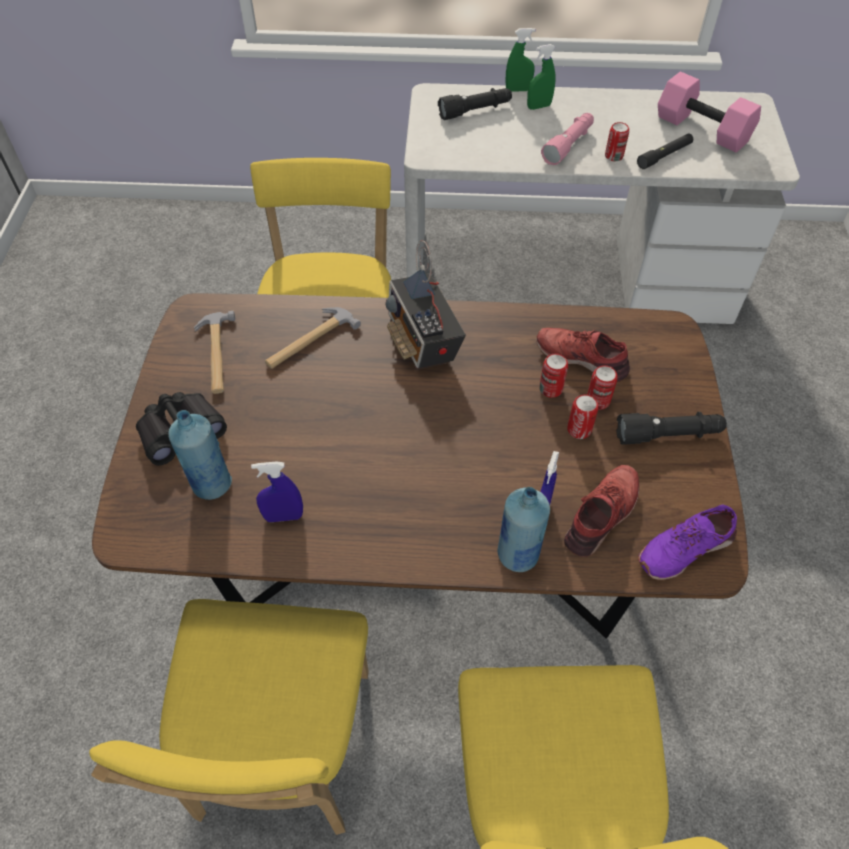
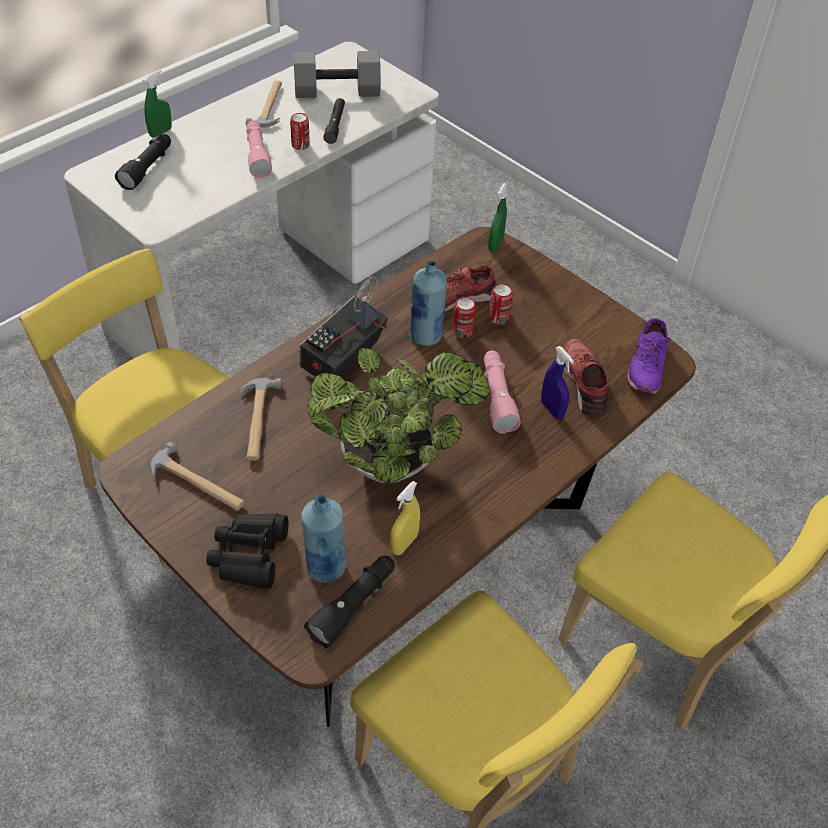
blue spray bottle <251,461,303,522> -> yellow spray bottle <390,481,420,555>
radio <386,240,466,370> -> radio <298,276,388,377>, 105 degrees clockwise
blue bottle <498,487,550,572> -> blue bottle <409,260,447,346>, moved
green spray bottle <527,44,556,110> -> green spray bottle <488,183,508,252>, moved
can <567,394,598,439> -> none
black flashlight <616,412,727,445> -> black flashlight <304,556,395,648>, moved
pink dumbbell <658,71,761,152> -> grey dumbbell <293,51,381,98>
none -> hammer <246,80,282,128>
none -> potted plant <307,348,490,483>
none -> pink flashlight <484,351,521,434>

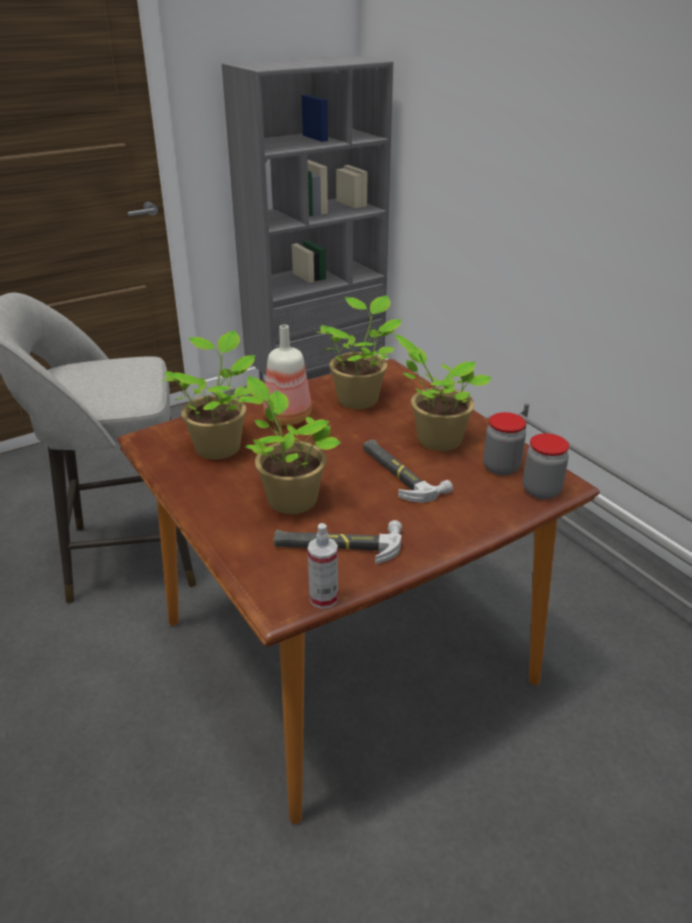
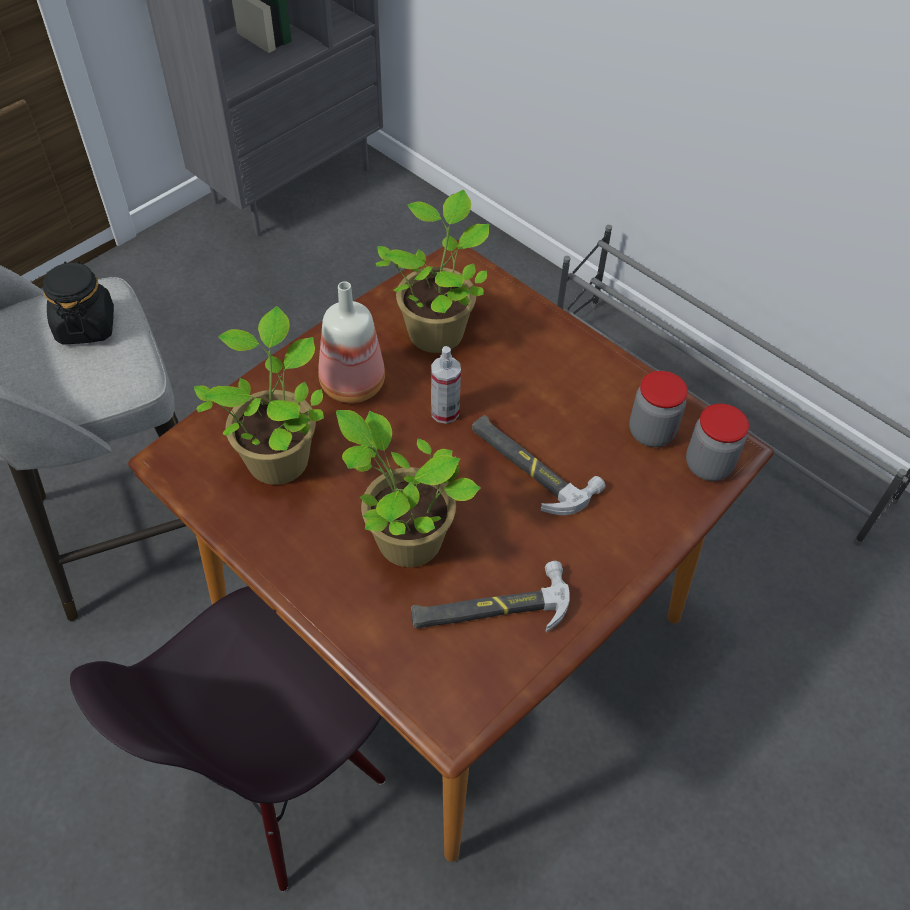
spray bottle <308,523,338,609> -> spray bottle <431,346,461,424>, moved
potted plant <395,334,492,451> -> none
none -> black jar <43,261,114,345>
none -> black chair <70,586,385,891>

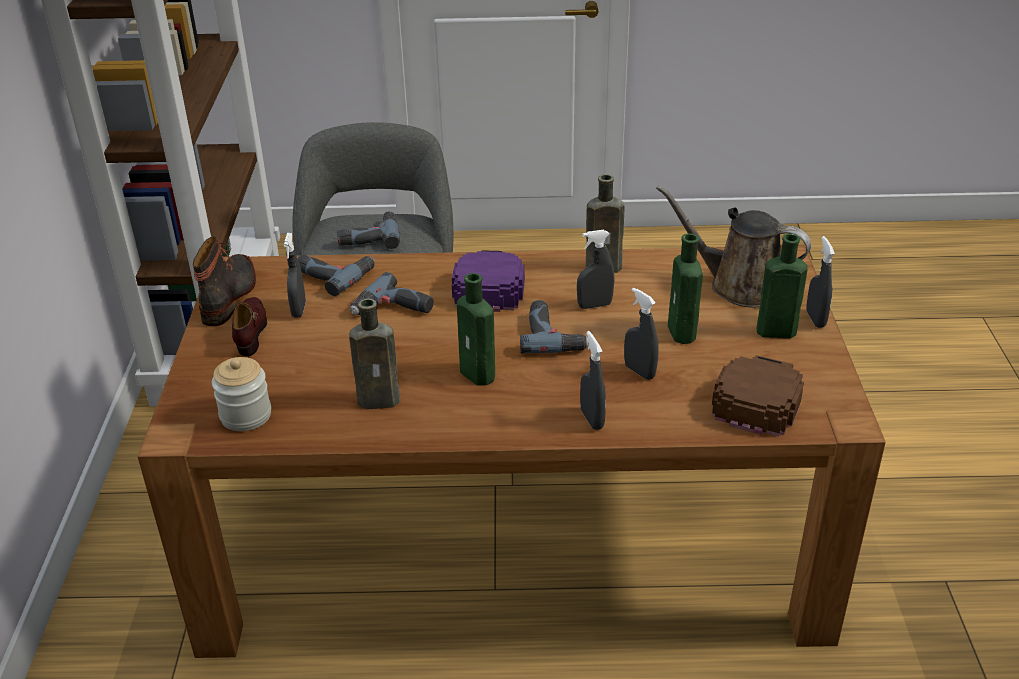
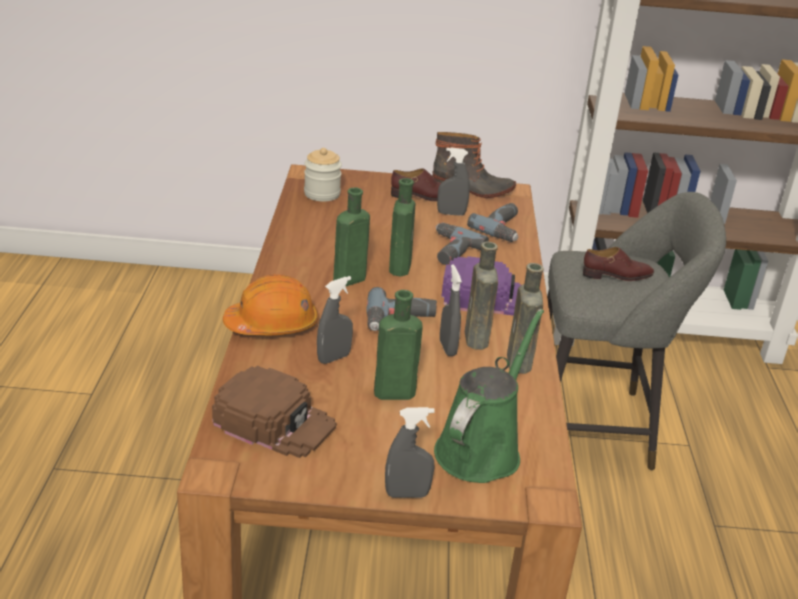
power drill <337,211,400,249> -> brown shoe <583,247,654,281>
brown bottle <349,298,400,409> -> brown bottle <465,242,498,350>, moved
grey spray bottle <580,331,606,430> -> orange hard hat <223,274,318,335>
brown watering can <656,185,811,308> -> green watering can <434,309,544,483>
green bottle <757,233,807,338> -> green bottle <389,178,415,276>, moved

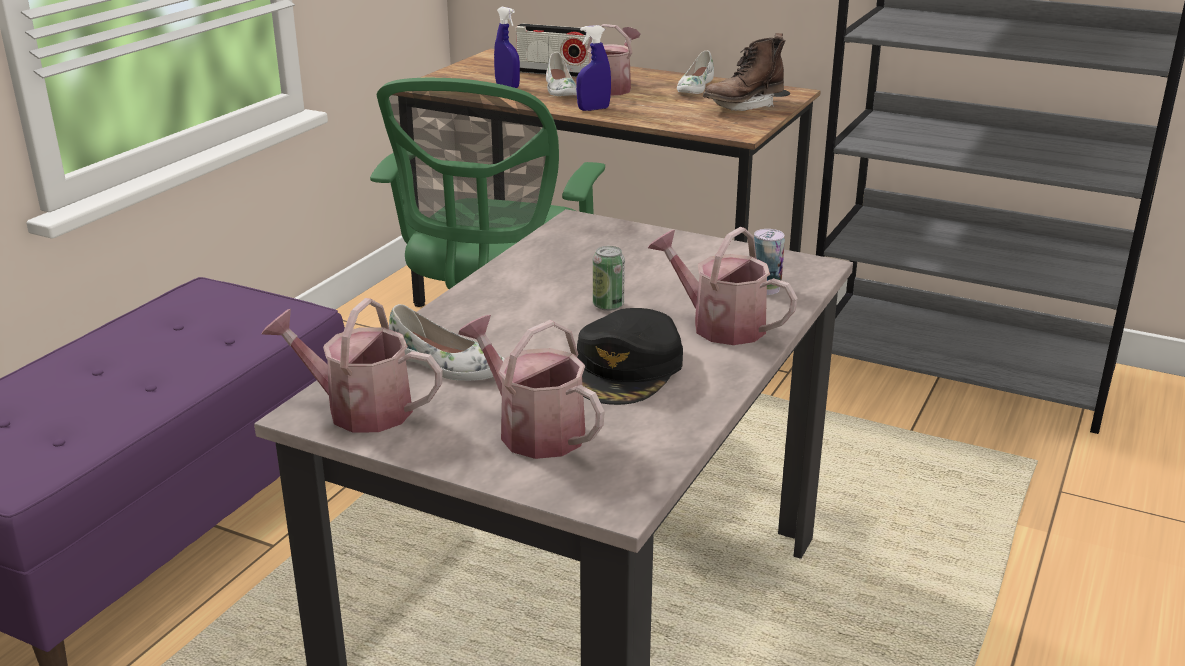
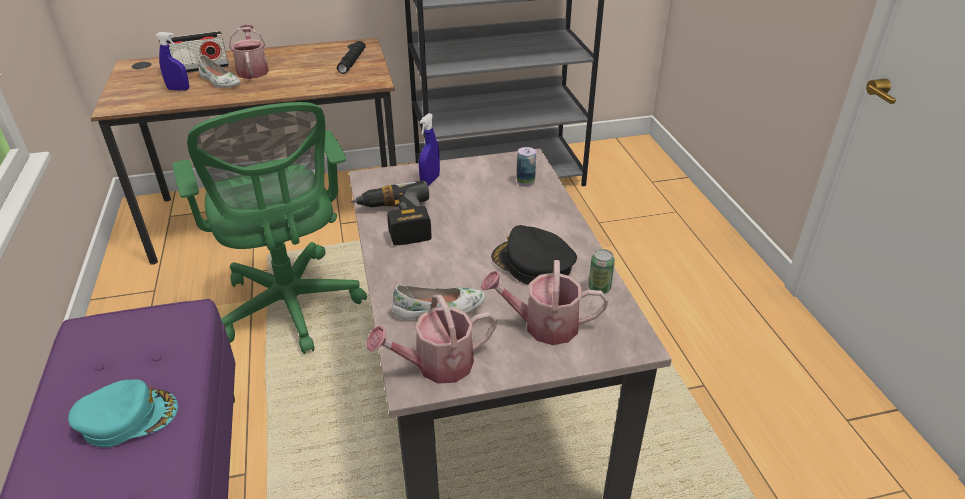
blue spray bottle <576,25,611,111> -> blue spray bottle <419,113,440,186>, moved
black cap <577,308,683,405> -> black cap <491,225,577,285>, 150 degrees clockwise
can <593,246,625,311> -> can <588,249,615,294>, moved
watering can <648,227,798,345> -> none
white shoe <677,51,714,94> -> none
brown boot <703,33,786,111> -> black flashlight <337,41,366,74>
none -> turquoise cap <68,379,178,447>
none -> power drill <351,181,432,245>

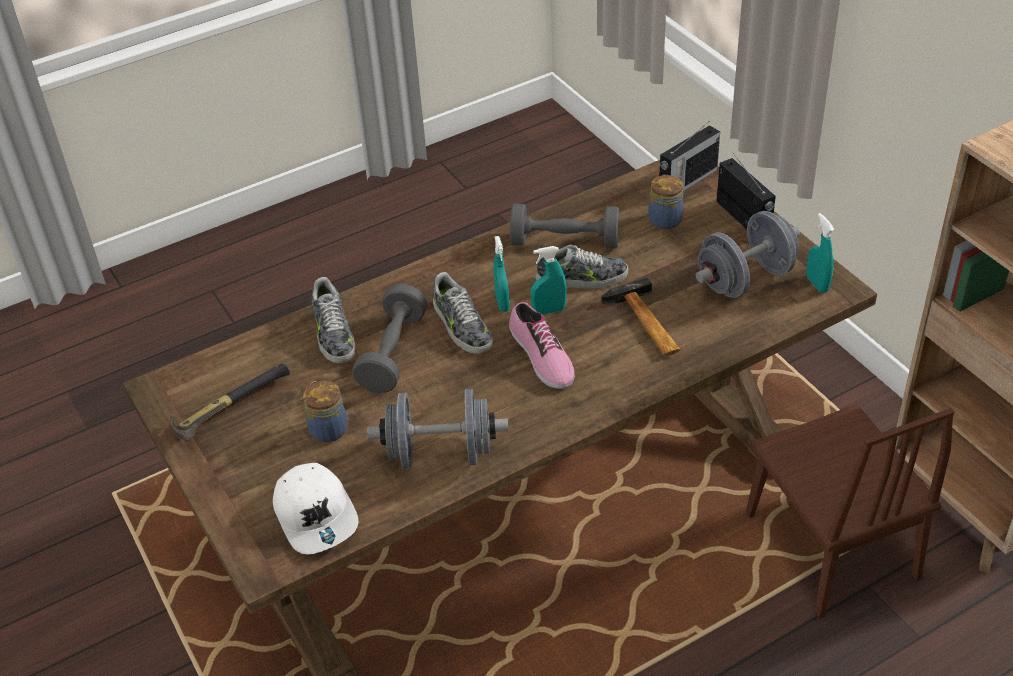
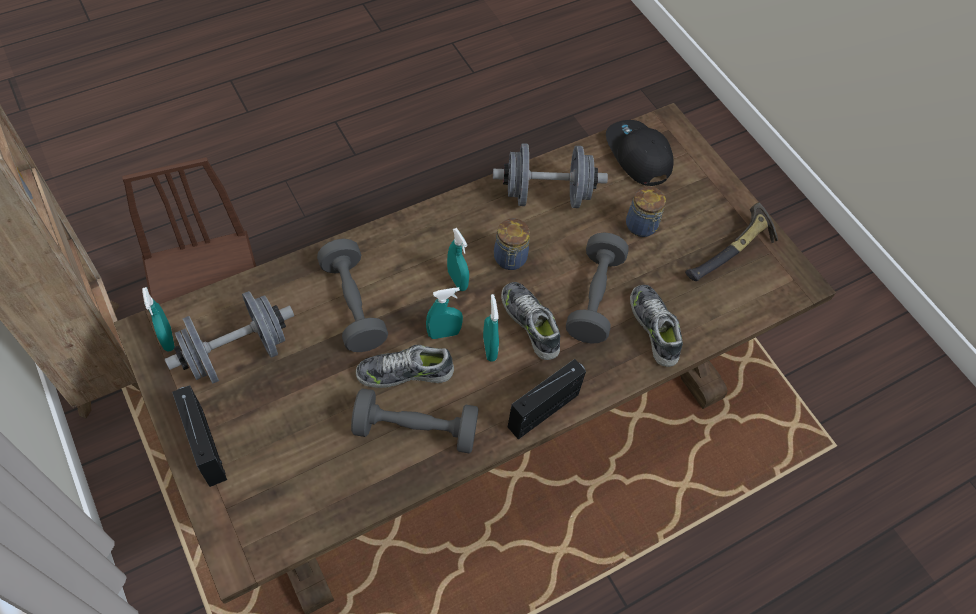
white cap <273,463,358,555> -> black cap <606,120,674,186>
shoe <509,302,575,389> -> turquoise spray bottle <447,228,469,291>
hammer <601,277,681,356> -> grey dumbbell <317,239,388,352>
jar <648,175,683,230> -> jar <494,218,530,270>, moved
radio <659,124,720,191> -> radio <508,359,586,439>, moved

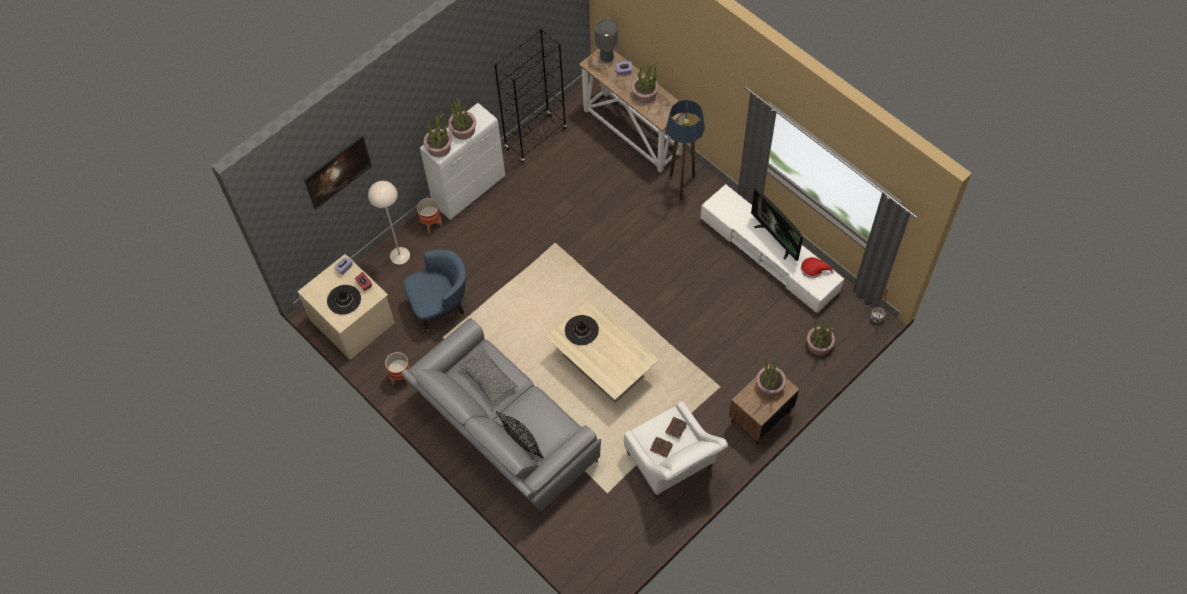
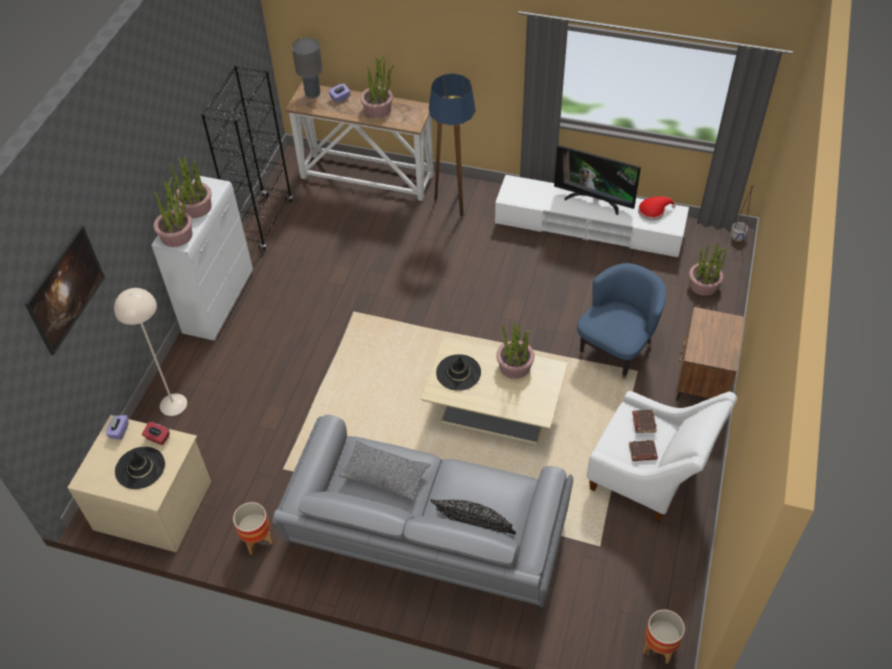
blue armchair <404,250,466,331> -> blue armchair <577,263,666,379>, moved
planter <417,198,442,233> -> planter <643,610,685,664>, moved
potted plant <756,358,786,397> -> potted plant <496,321,535,379>, moved

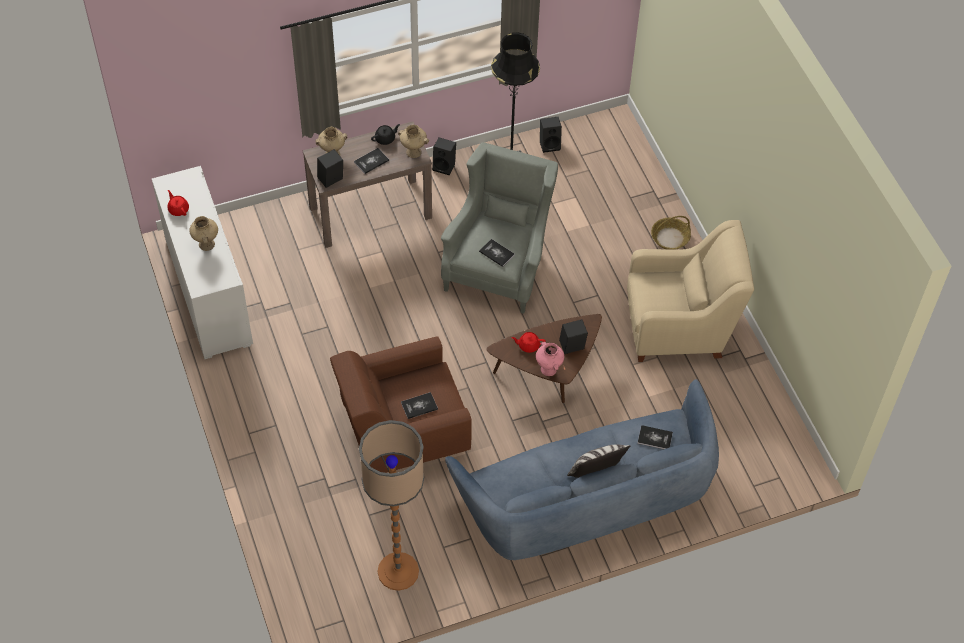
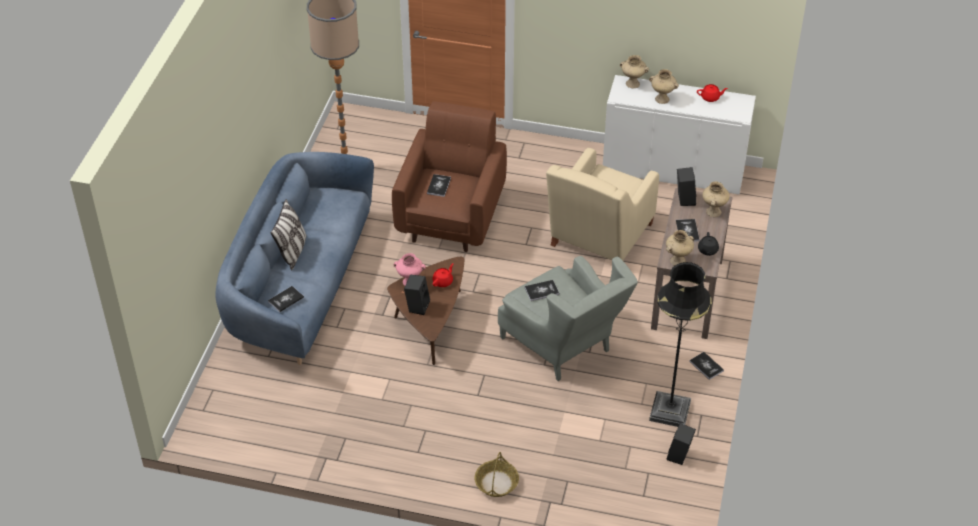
black speaker <432,138,456,176> -> book <689,352,724,380>
beige armchair <627,220,754,362> -> beige armchair <546,148,659,261>, moved
none -> beige vase <620,55,649,88>

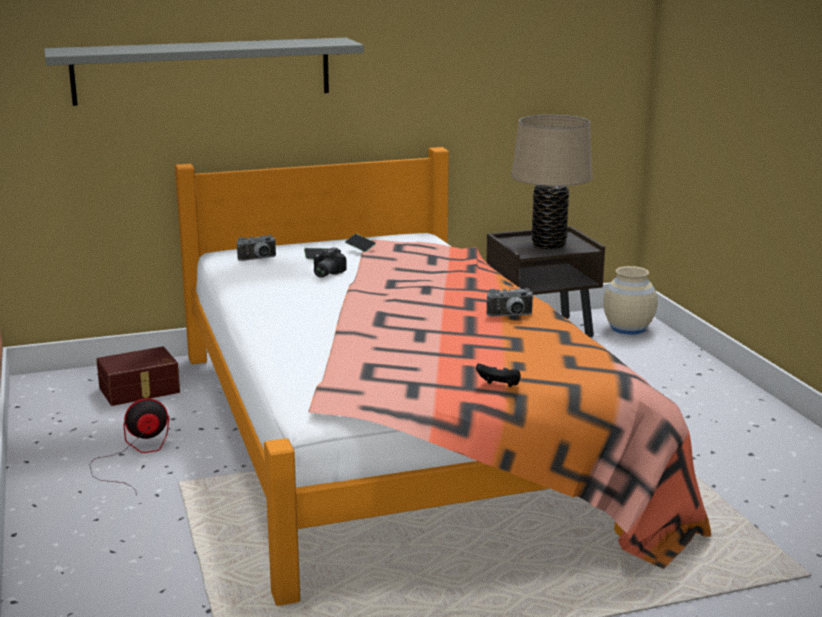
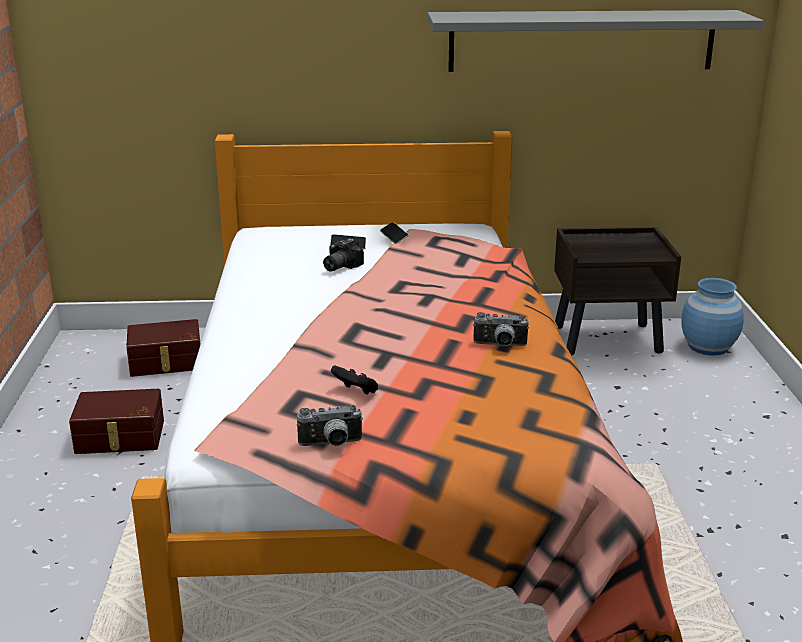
grey shelf <44,38,364,106> -> grey shelf <428,10,764,72>, moved
fan <90,398,169,495> -> brown storage box <69,389,164,454>
photo camera <237,234,277,261> -> photo camera <297,405,363,446>, moved
black game controller <476,363,521,387> -> black game controller <331,365,378,395>, moved
beige table lamp <512,115,592,249> -> none
beige vase <603,266,658,335> -> blue vase <682,278,744,356>

